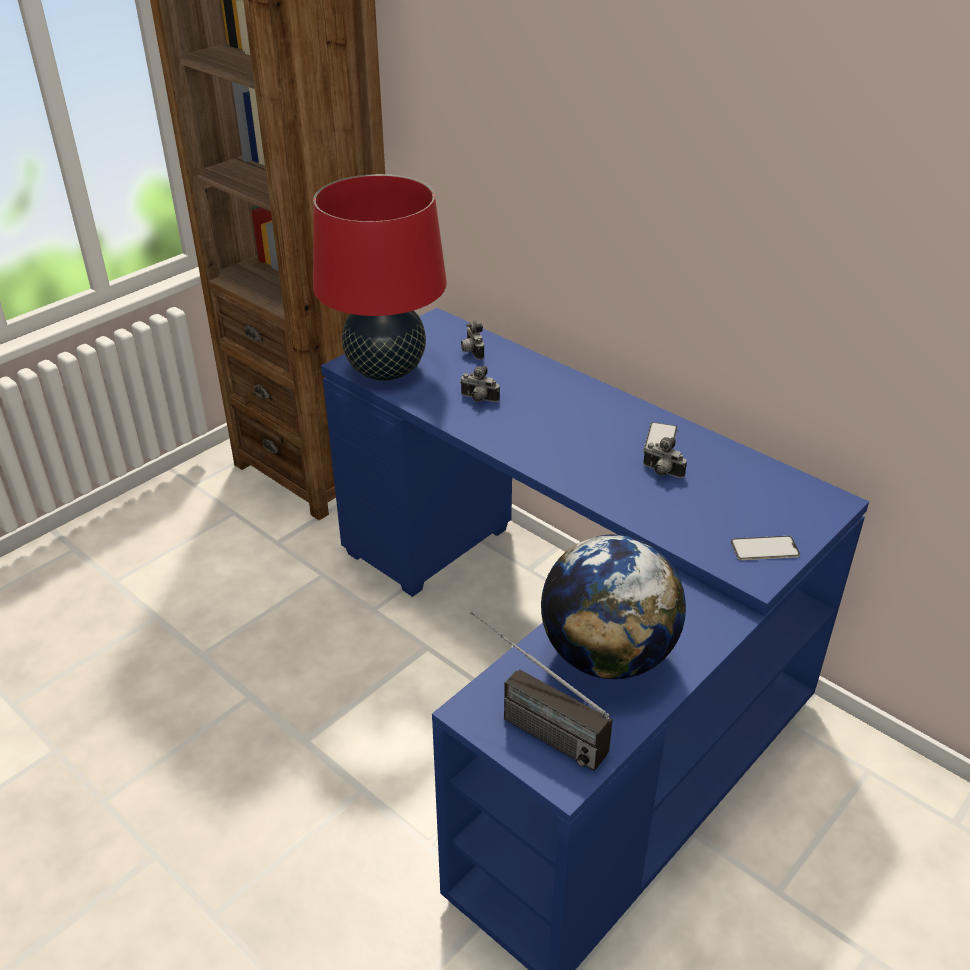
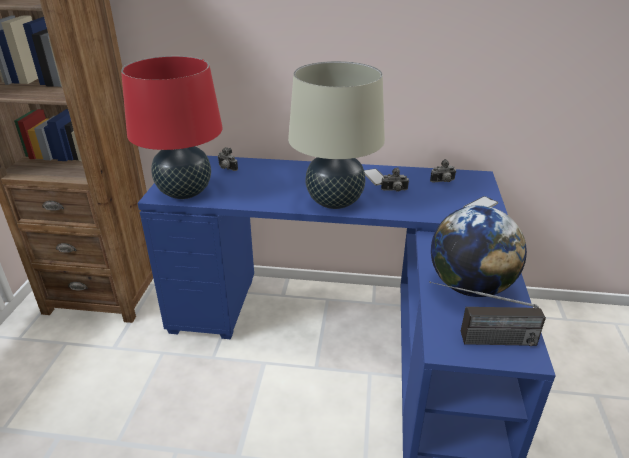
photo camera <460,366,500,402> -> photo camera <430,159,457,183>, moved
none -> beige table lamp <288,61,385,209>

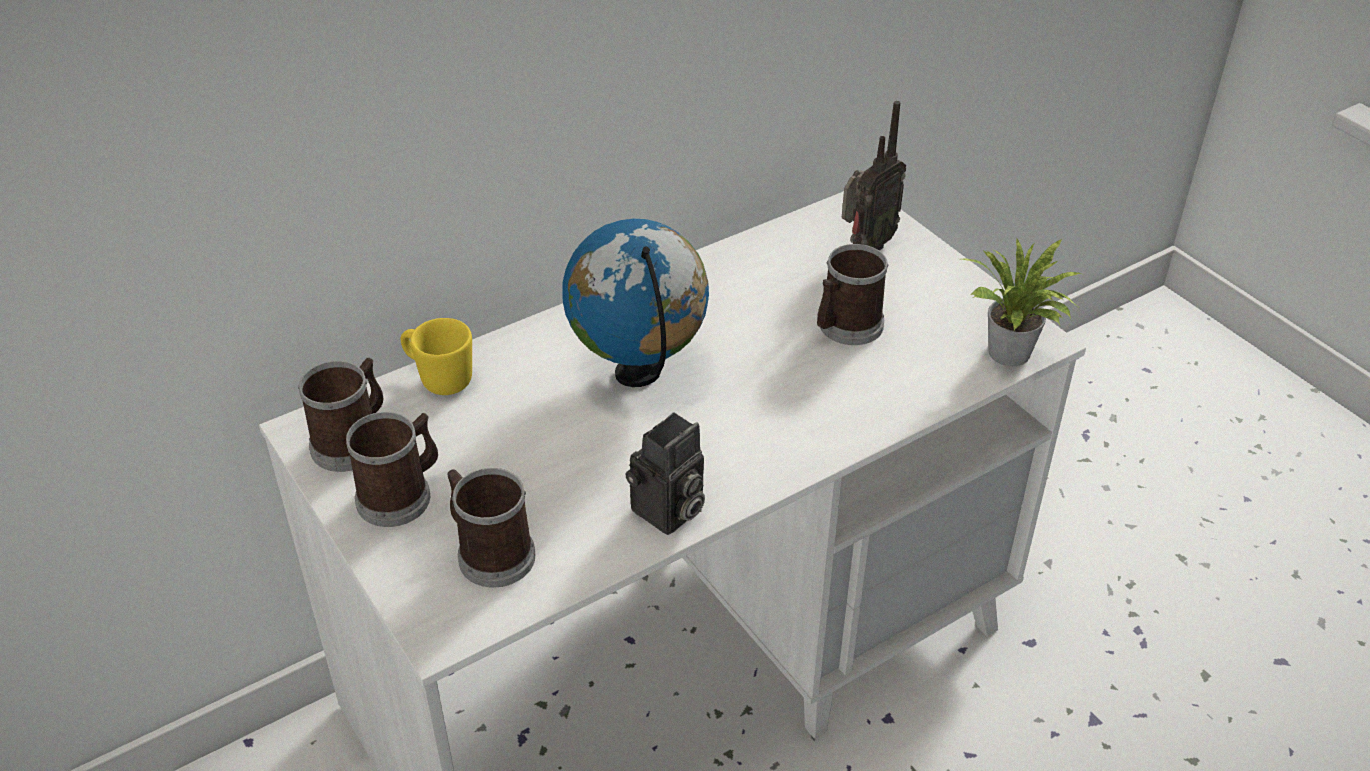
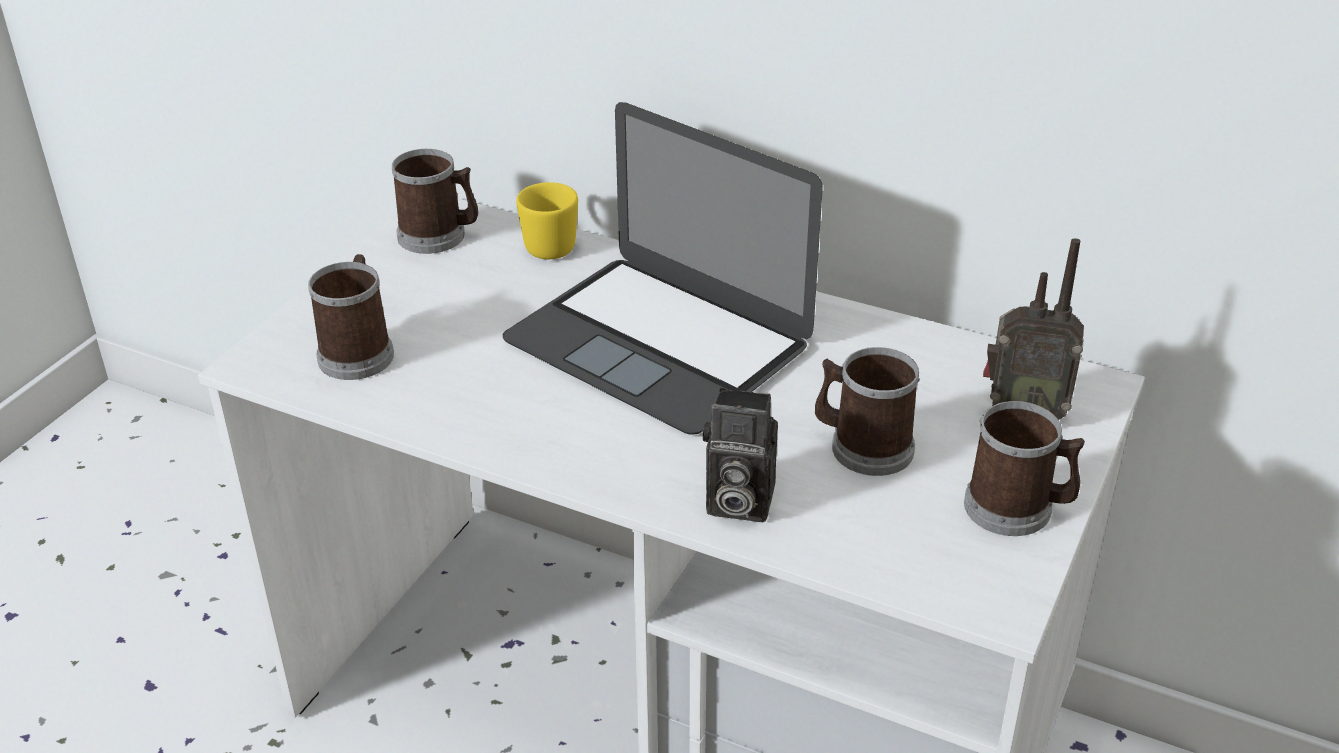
mug <346,412,438,527> -> mug <964,401,1085,536>, moved
globe <562,219,709,387> -> laptop <503,102,823,435>
photo camera <625,412,705,535> -> photo camera <703,388,778,522>, moved
potted plant <961,237,1081,366> -> none

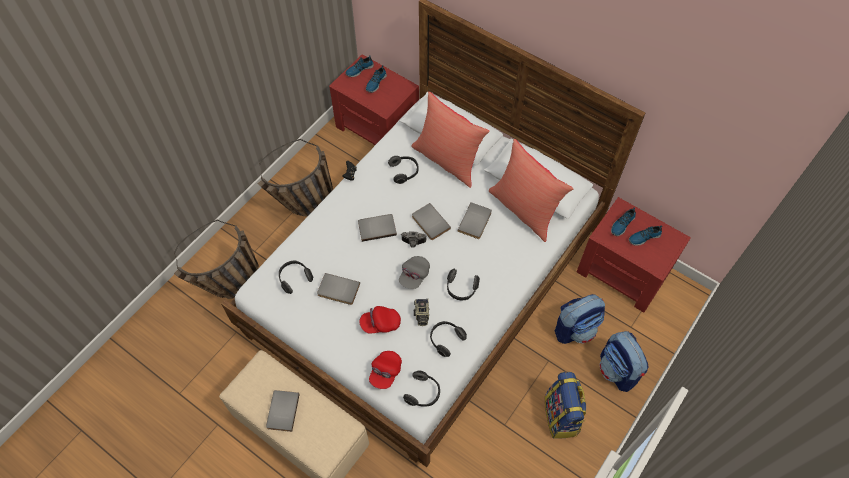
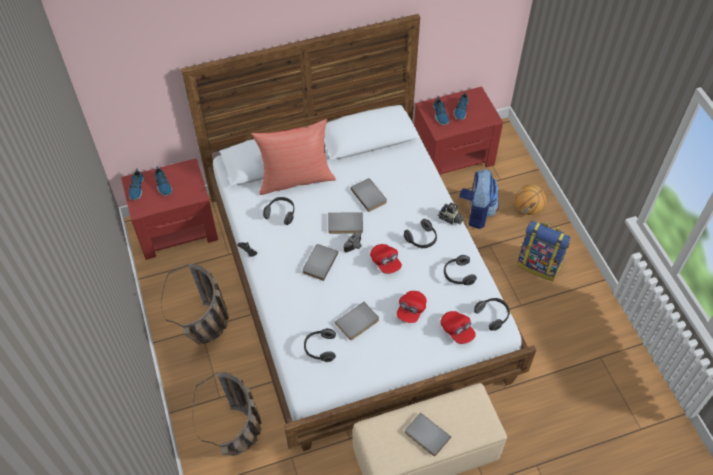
grey cap <399,256,430,289> -> red cap <370,244,402,274>
photo camera <414,299,429,326> -> photo camera <438,203,464,225>, moved
red pillow <489,139,574,242> -> none
backpack <599,331,649,392> -> basketball <515,184,546,215>

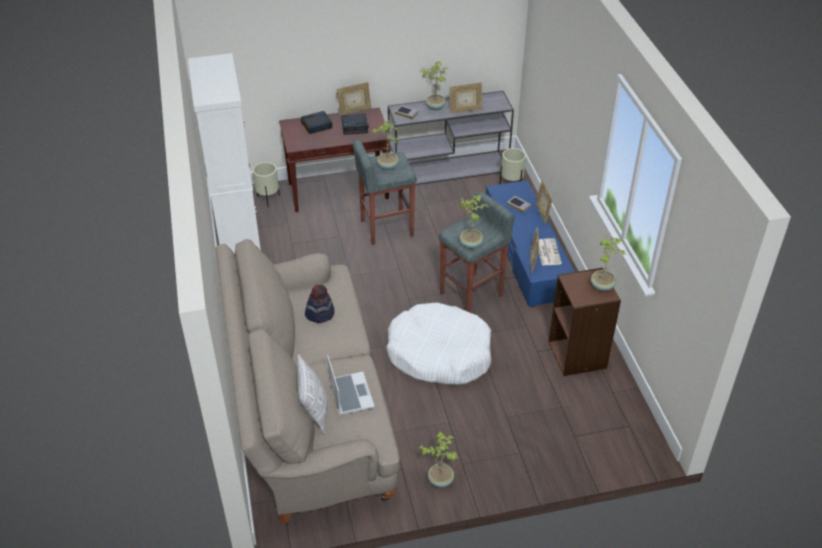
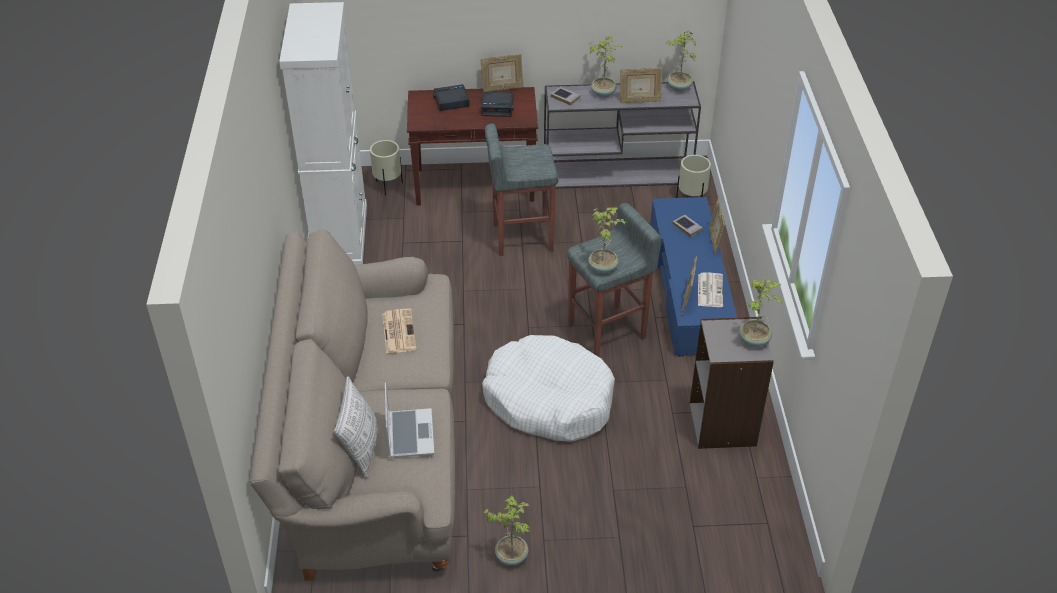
hat <305,285,334,323> -> newspaper <382,308,417,354>
potted plant <372,119,399,170> -> potted plant <665,31,696,92>, moved
brown bookcase <548,267,621,376> -> grey bookcase <689,317,774,449>

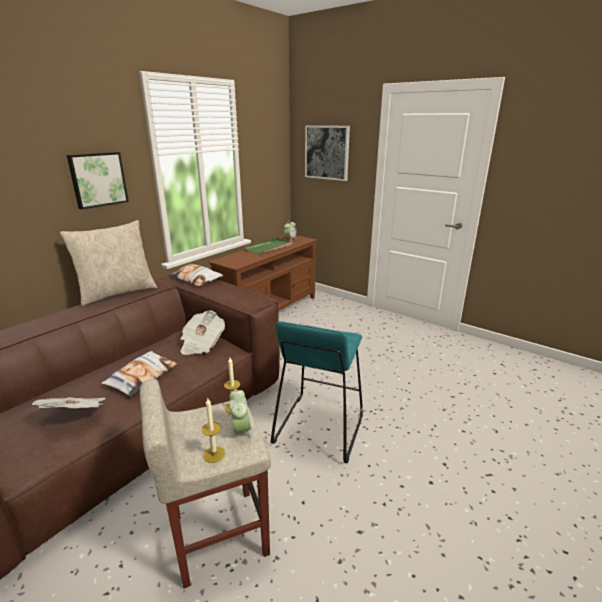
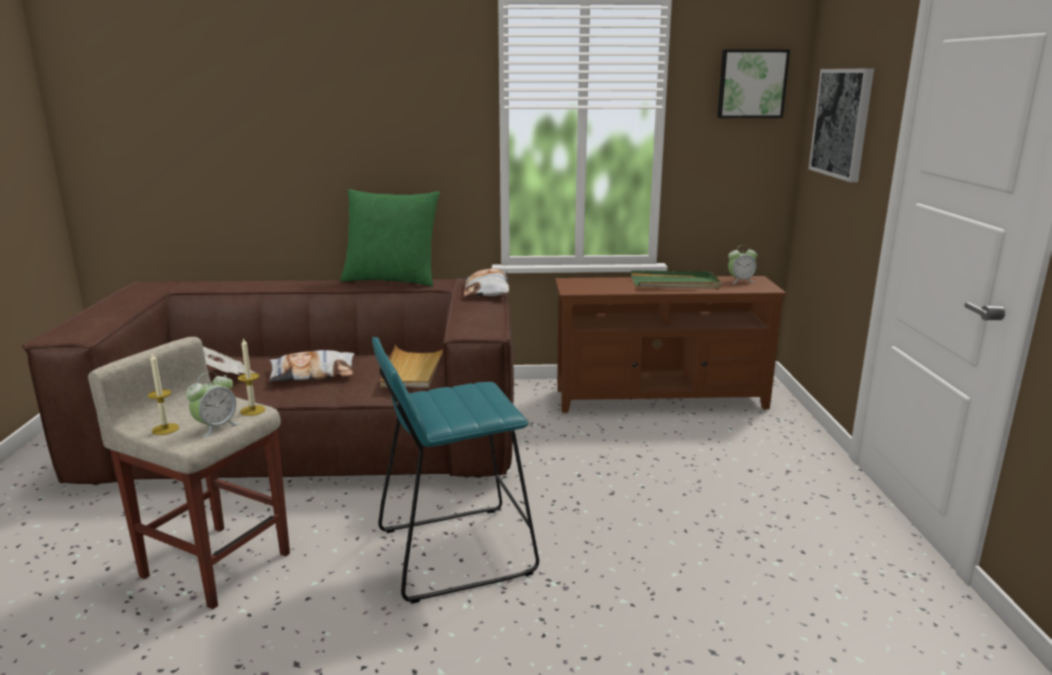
beige pillow <60,220,157,306> -> green pillow <340,189,440,287>
picture <67,152,129,209> -> picture <717,49,790,118>, moved
newspaper <180,310,225,355> -> beige tray <380,345,443,388>

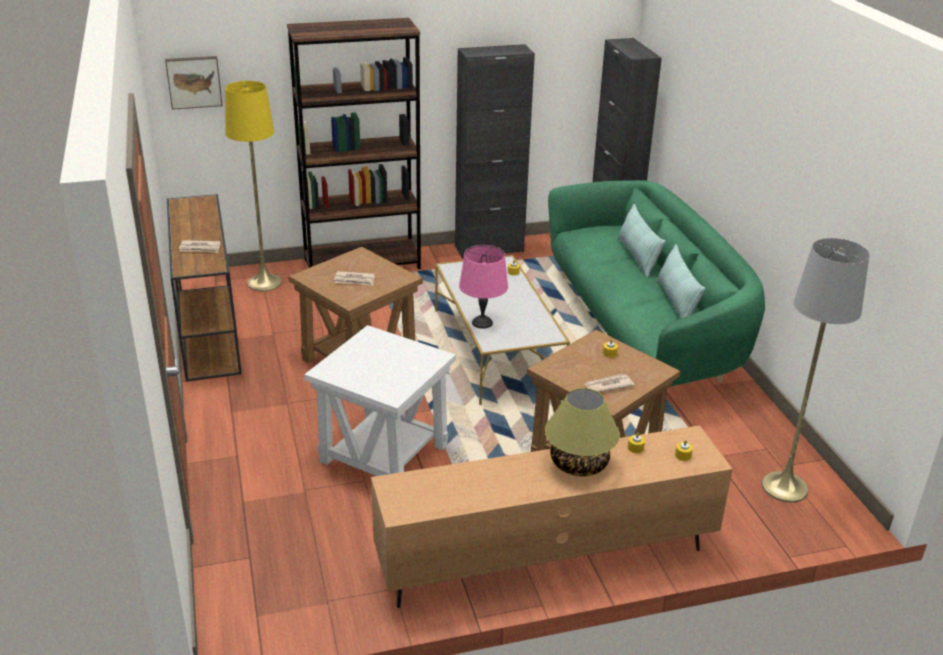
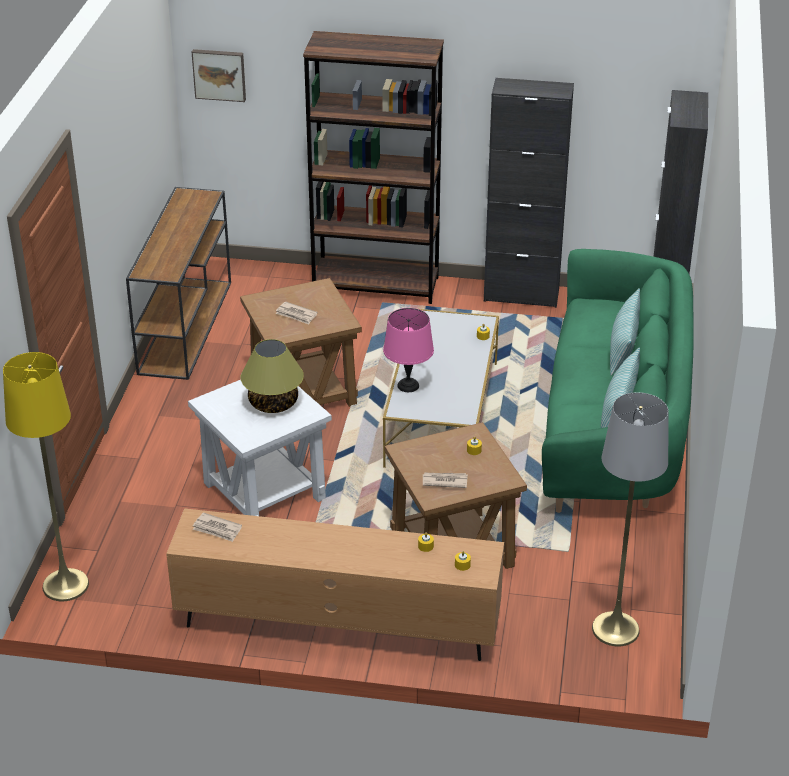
newspaper <179,240,220,253> -> newspaper <193,512,242,542>, moved
yellow floor lamp <225,81,282,291> -> yellow floor lamp <3,352,89,601>, moved
table lamp <545,388,620,476> -> table lamp <241,339,304,413>, moved

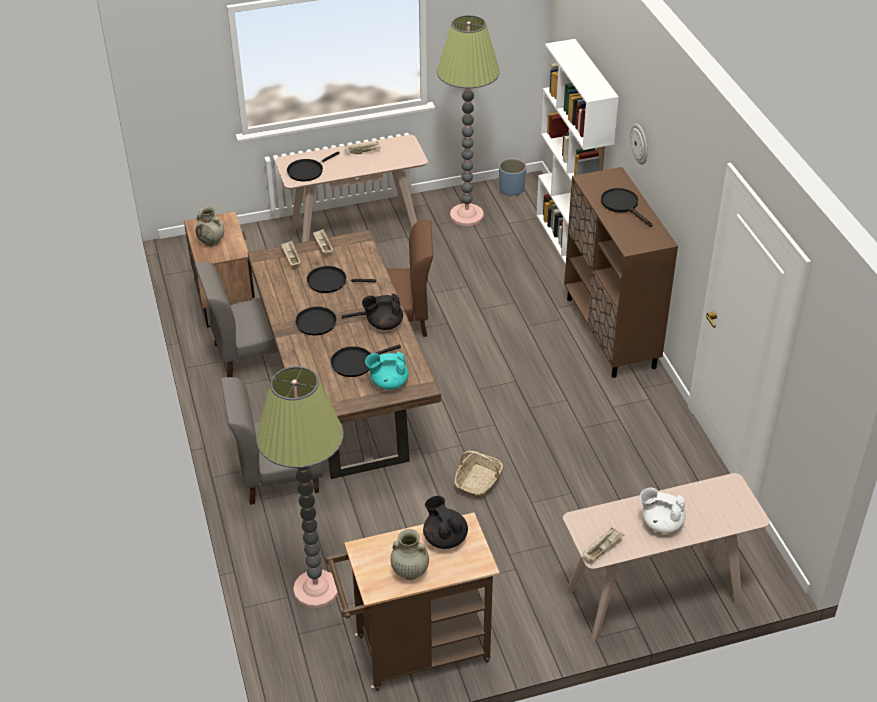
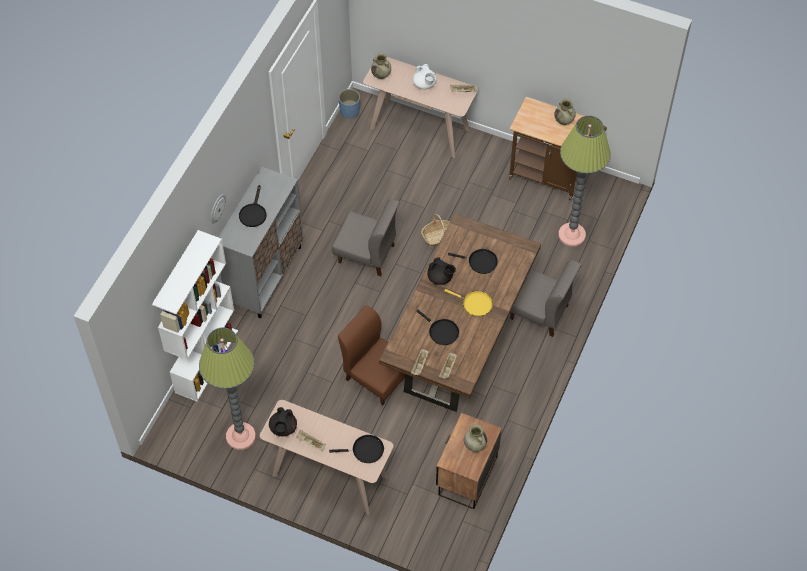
grey chair <195,262,278,377> -> grey chair <332,199,400,276>, moved
black frying pan <295,307,367,335> -> yellow frying pan <444,289,493,317>
turquoise teapot <365,351,409,390> -> none
black teapot <423,496,468,549> -> black teapot <269,407,297,436>, moved
blue planter <499,158,526,197> -> blue planter <339,89,360,118>, moved
brown cabinet <564,167,678,378> -> grey cabinet <218,167,304,318>
none -> beige vase <371,52,391,79>

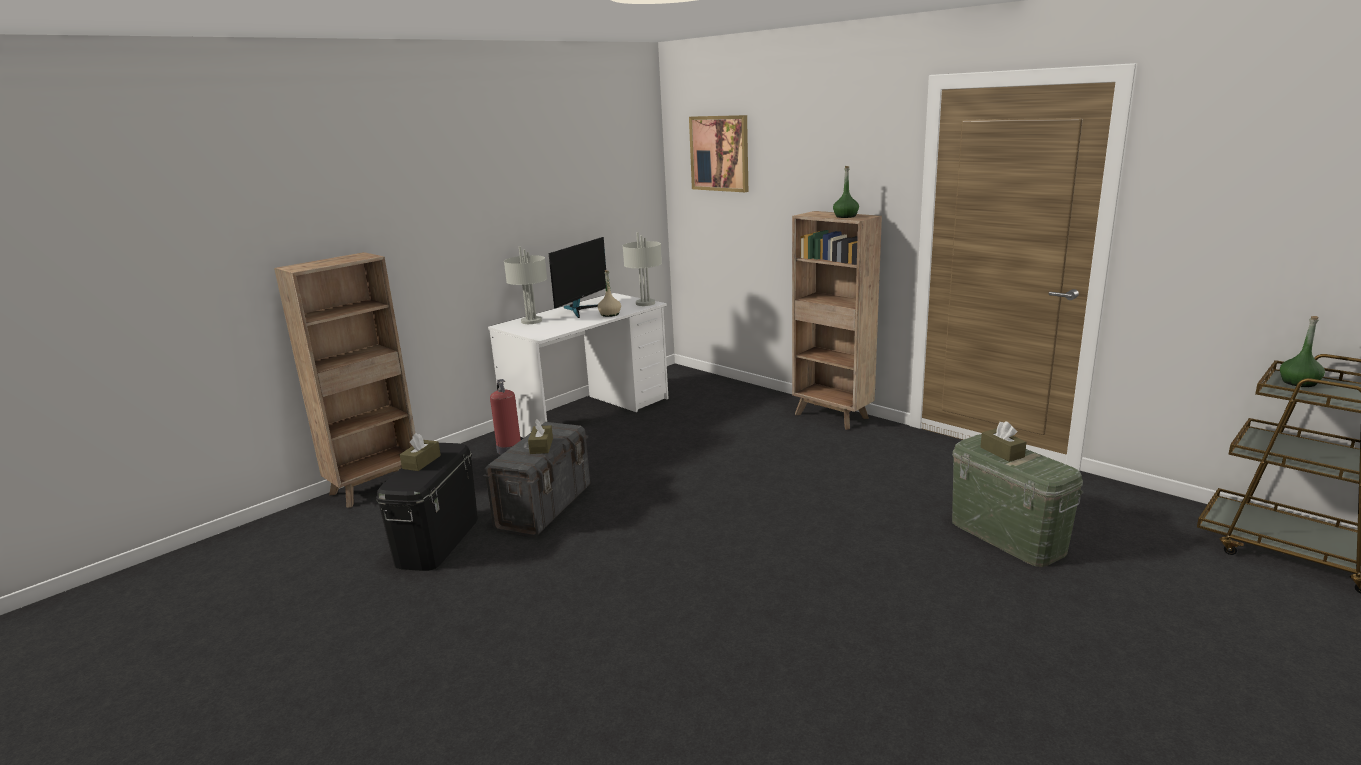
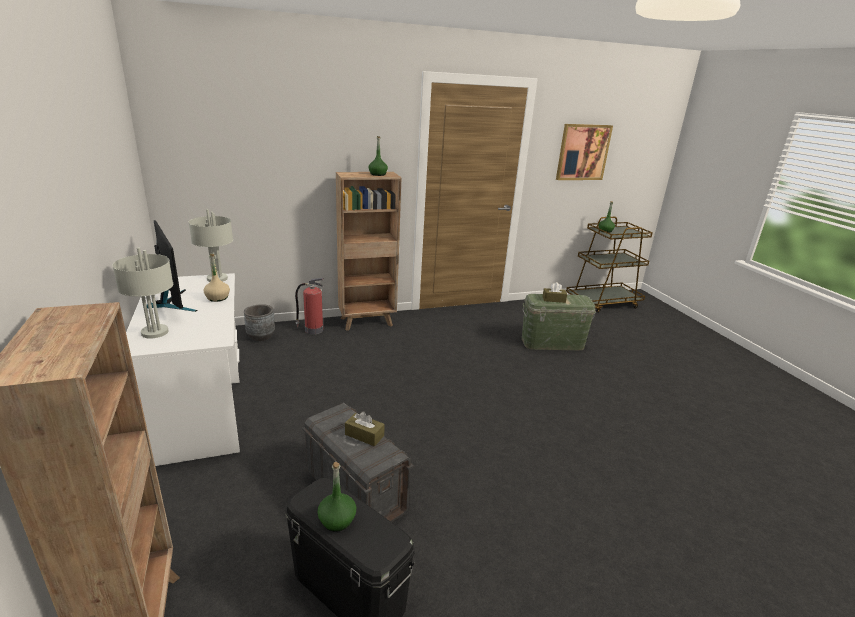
brown tissue box <400,433,441,471> -> green bottle <317,462,356,532>
fire extinguisher <490,379,521,455> -> fire extinguisher <295,278,324,334>, moved
picture <689,115,748,192> -> picture <556,124,613,180>, moved
none -> grey planter <244,304,275,341>

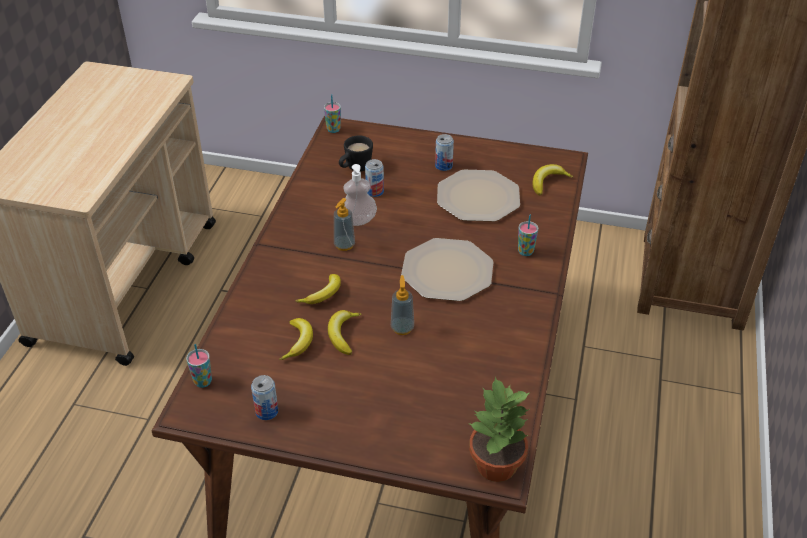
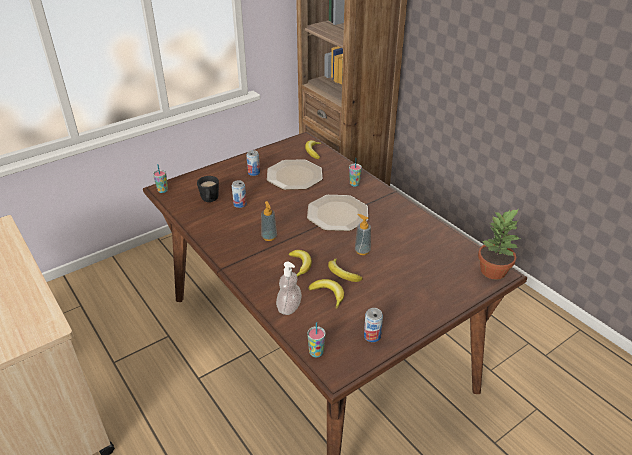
soap dispenser <343,164,377,226> -> soap dispenser <276,262,302,315>, moved

